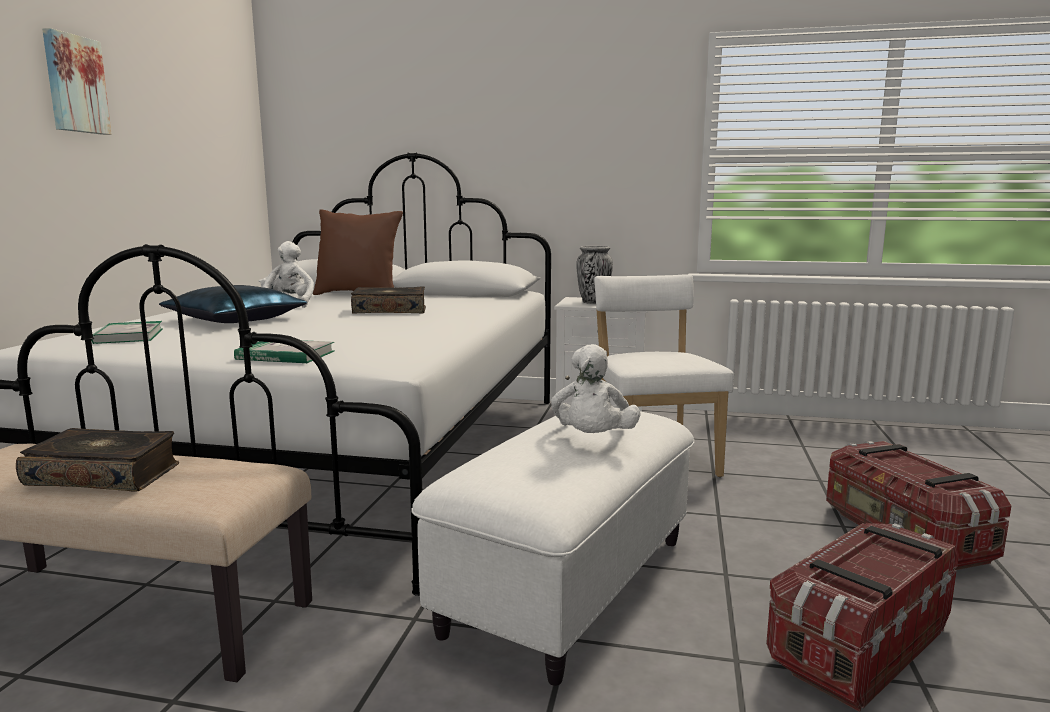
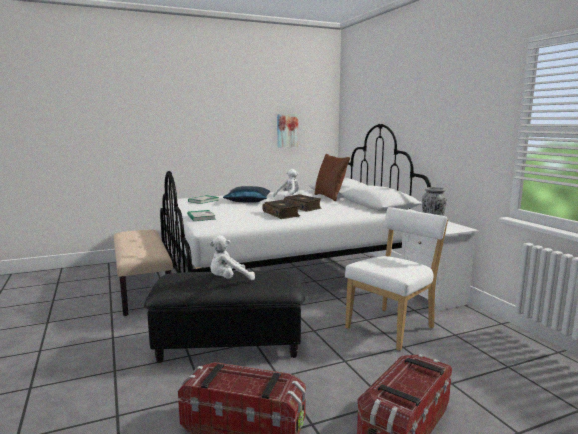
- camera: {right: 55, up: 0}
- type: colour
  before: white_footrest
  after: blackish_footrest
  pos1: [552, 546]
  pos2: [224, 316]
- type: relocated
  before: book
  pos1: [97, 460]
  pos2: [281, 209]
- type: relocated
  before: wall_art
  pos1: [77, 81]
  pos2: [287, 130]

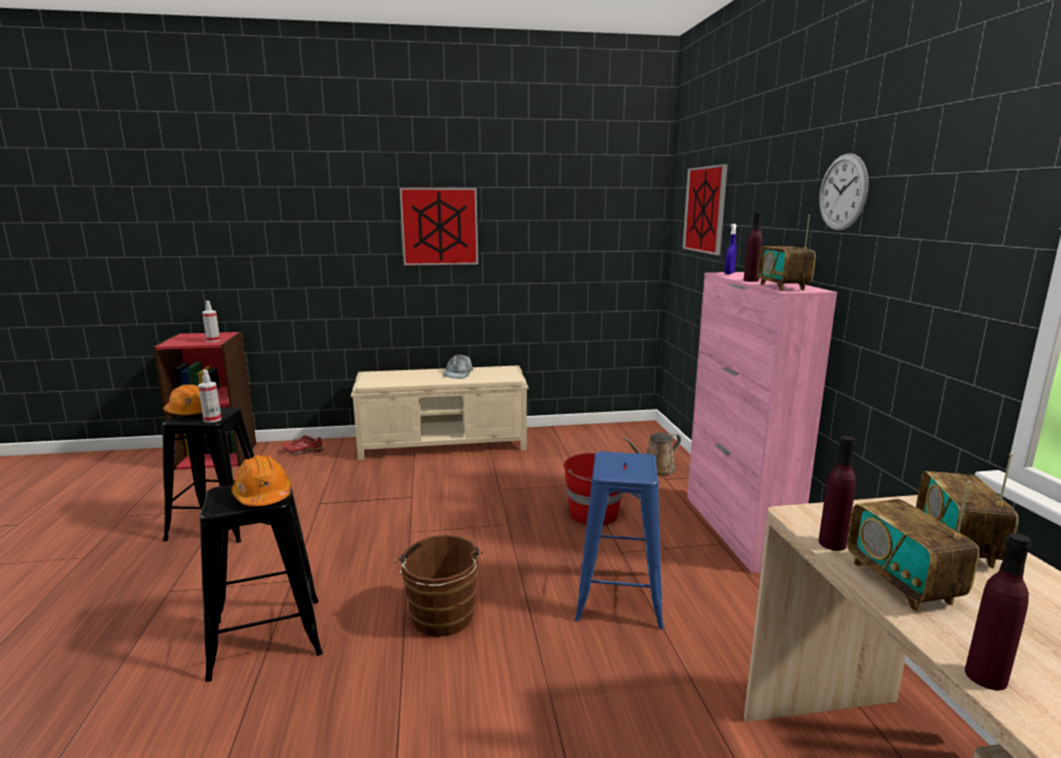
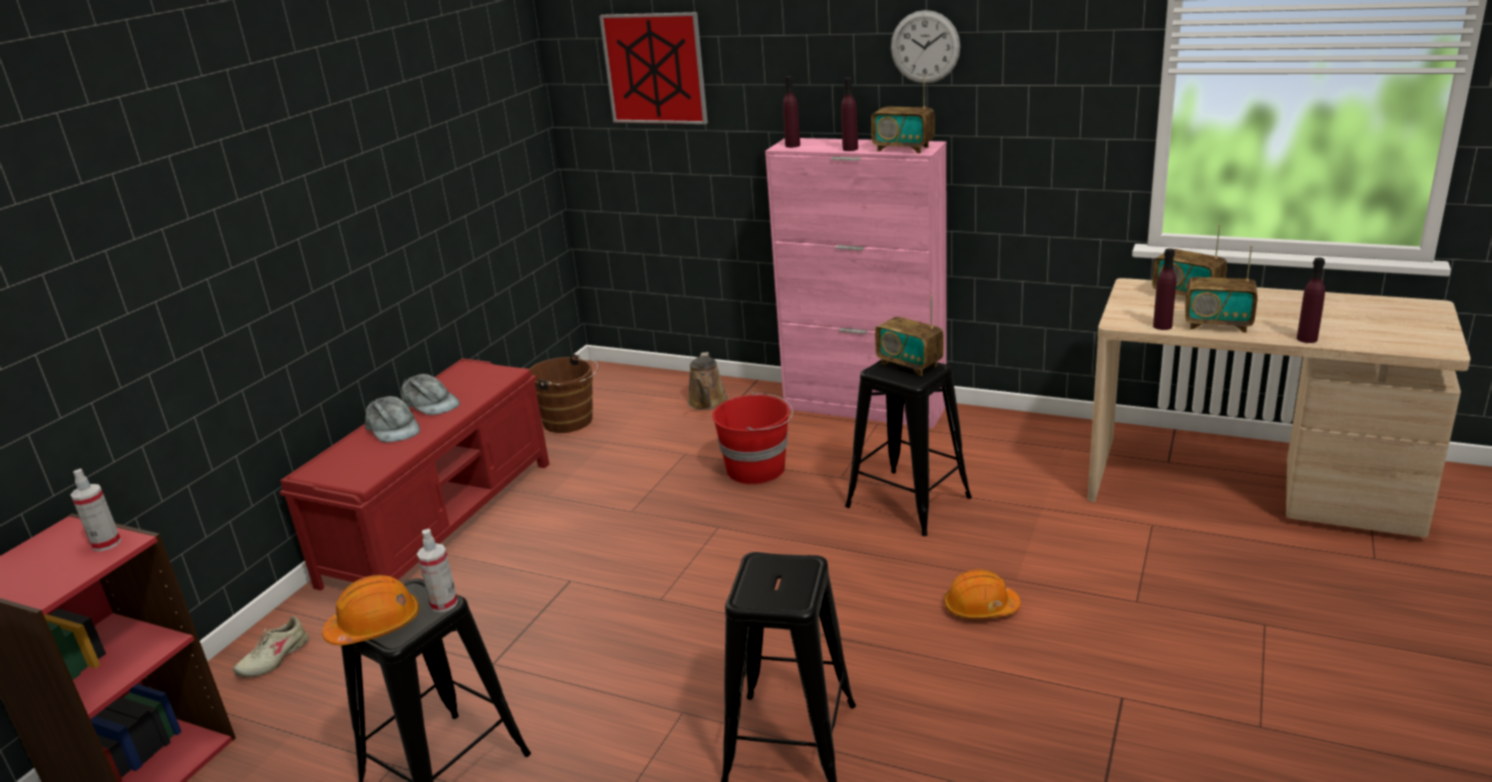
- camera: {right: -55, up: 10}
- type: colour
  before: reddish_low_shoe
  after: sand-coloured_low_shoe
  pos1: [303, 445]
  pos2: [271, 646]
- type: colour
  before: sand-coloured_bench
  after: reddish_bench
  pos1: [439, 412]
  pos2: [414, 474]
- type: appeared
  after: gray_baseball_cap
  pos2: [392, 419]
- type: relocated
  before: brown_pail
  pos1: [438, 586]
  pos2: [564, 393]
- type: exchanged
  before: bluish_hand_sprayer
  after: purplish_beverage_bottle
  pos1: [731, 249]
  pos2: [791, 112]
- type: colour
  before: bluish_stool_seat
  after: blackish_stool_seat
  pos1: [619, 540]
  pos2: [908, 448]
- type: appeared
  after: radio_receiver
  pos2: [909, 335]
- type: relocated
  before: orangey_safety_helmet
  pos1: [261, 480]
  pos2: [982, 594]
- type: missing
  before: wall_art
  pos1: [439, 227]

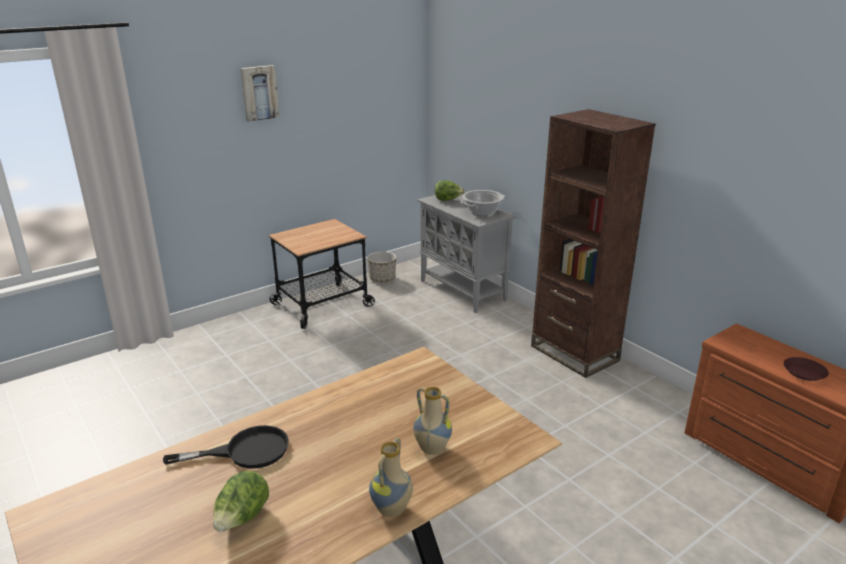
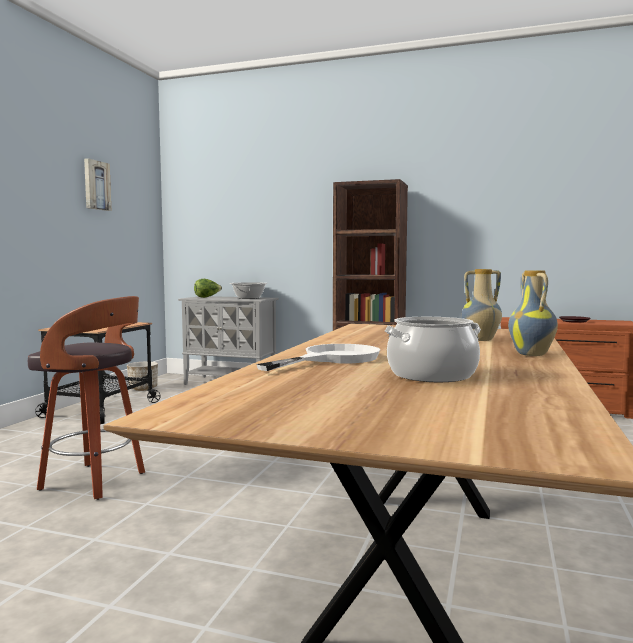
- camera: {right: -35, up: -20}
- type: appeared
  after: stool_seat
  pos2: [86, 398]
- type: relocated
  before: wall_art
  pos1: [259, 93]
  pos2: [97, 184]
- type: colour
  before: blackish_skillet
  after: white_skillet
  pos1: [226, 447]
  pos2: [318, 357]
- type: exchanged
  before: head_of_lettuce
  after: cooking_pot
  pos1: [241, 501]
  pos2: [432, 349]

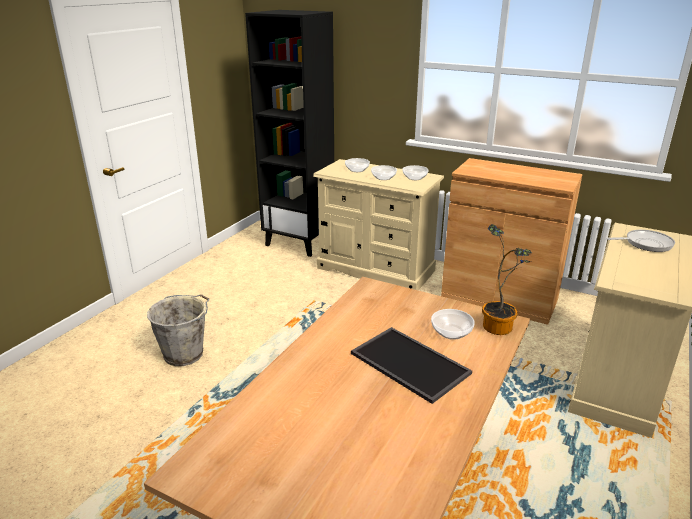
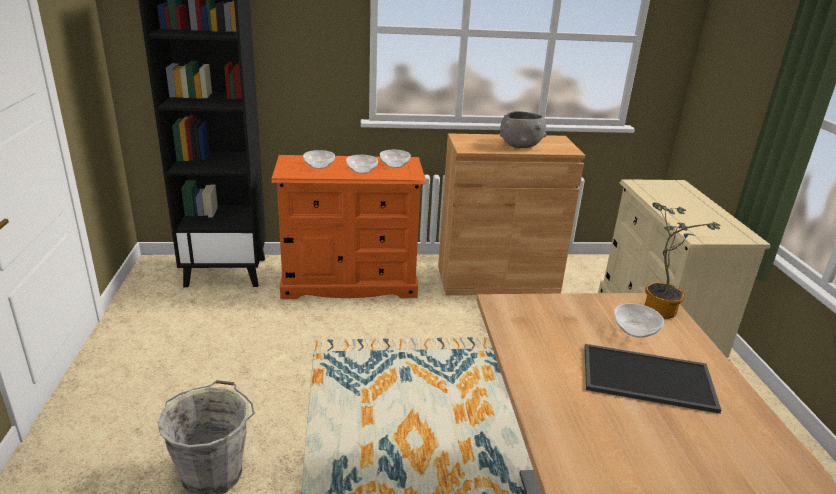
- camera: {right: -35, up: 0}
- type: colour
  before: sand-coloured_drawer_chest
  after: orangey_drawer_chest
  pos1: [378, 225]
  pos2: [348, 227]
- type: appeared
  after: gray_bowl
  pos2: [523, 129]
- type: missing
  before: skillet
  pos1: [640, 241]

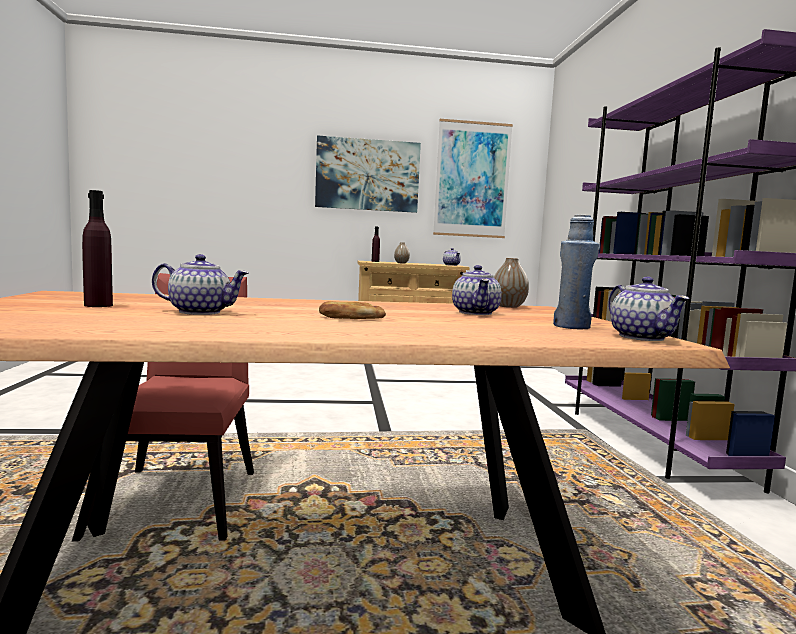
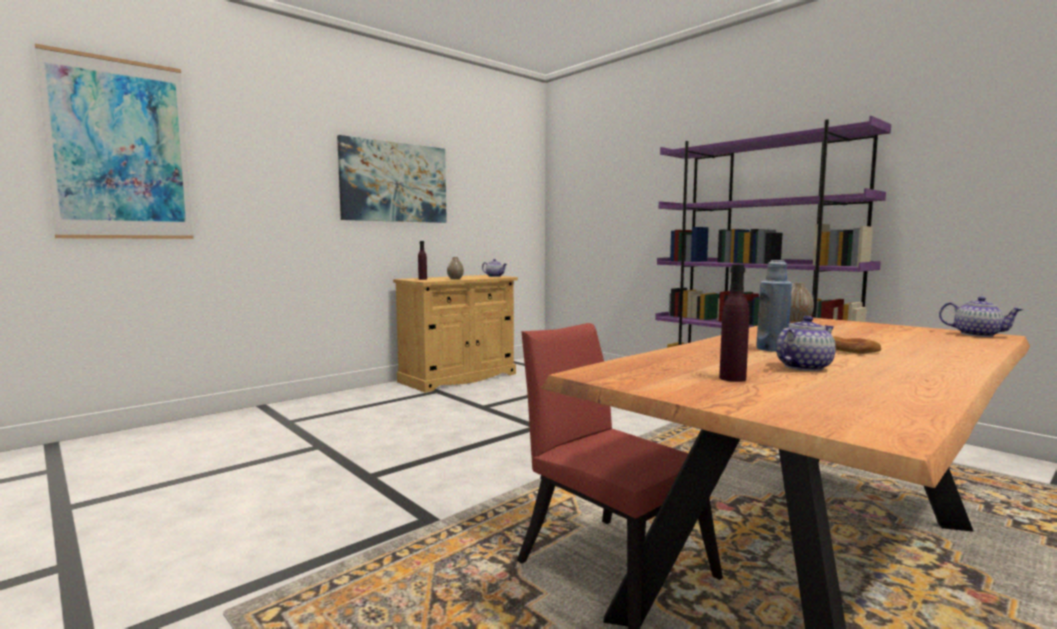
- camera: {right: -35, up: 0}
- type: relocated
  before: wall_art
  pos1: [473, 178]
  pos2: [114, 141]
- type: relocated
  before: bluish_beverage_bottle
  pos1: [576, 272]
  pos2: [774, 306]
- type: missing
  before: tea_pot
  pos1: [477, 290]

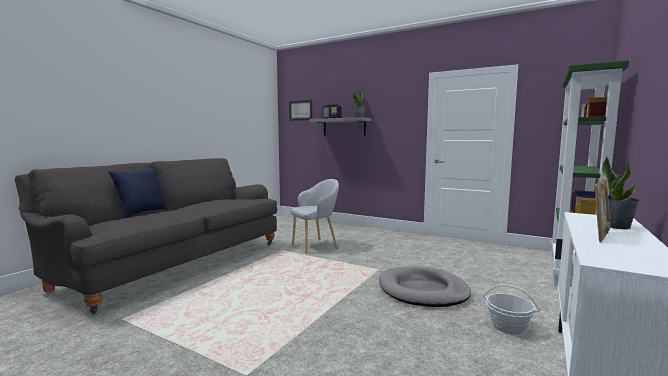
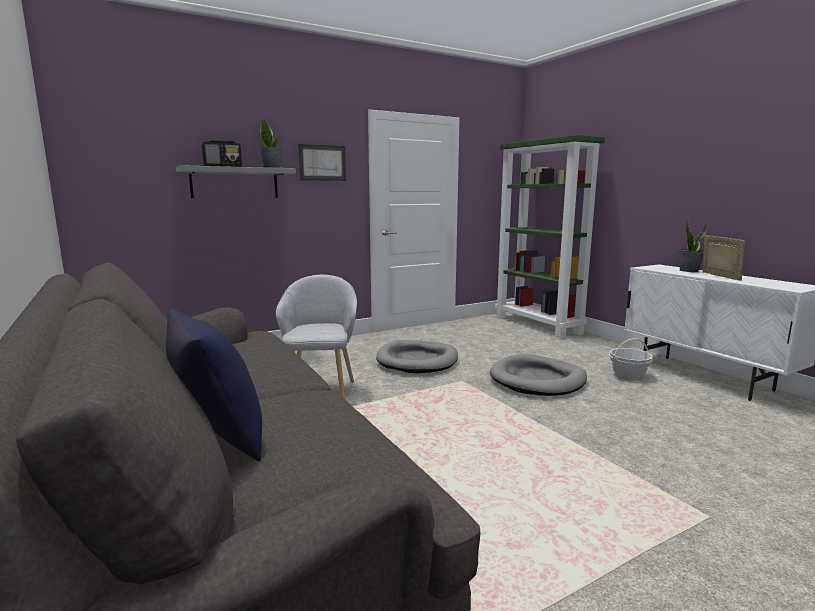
- camera: {right: -60, up: 5}
- type: relocated
  before: wall_art
  pos1: [300, 110]
  pos2: [322, 162]
- type: appeared
  after: gray_pet_bed
  pos2: [417, 356]

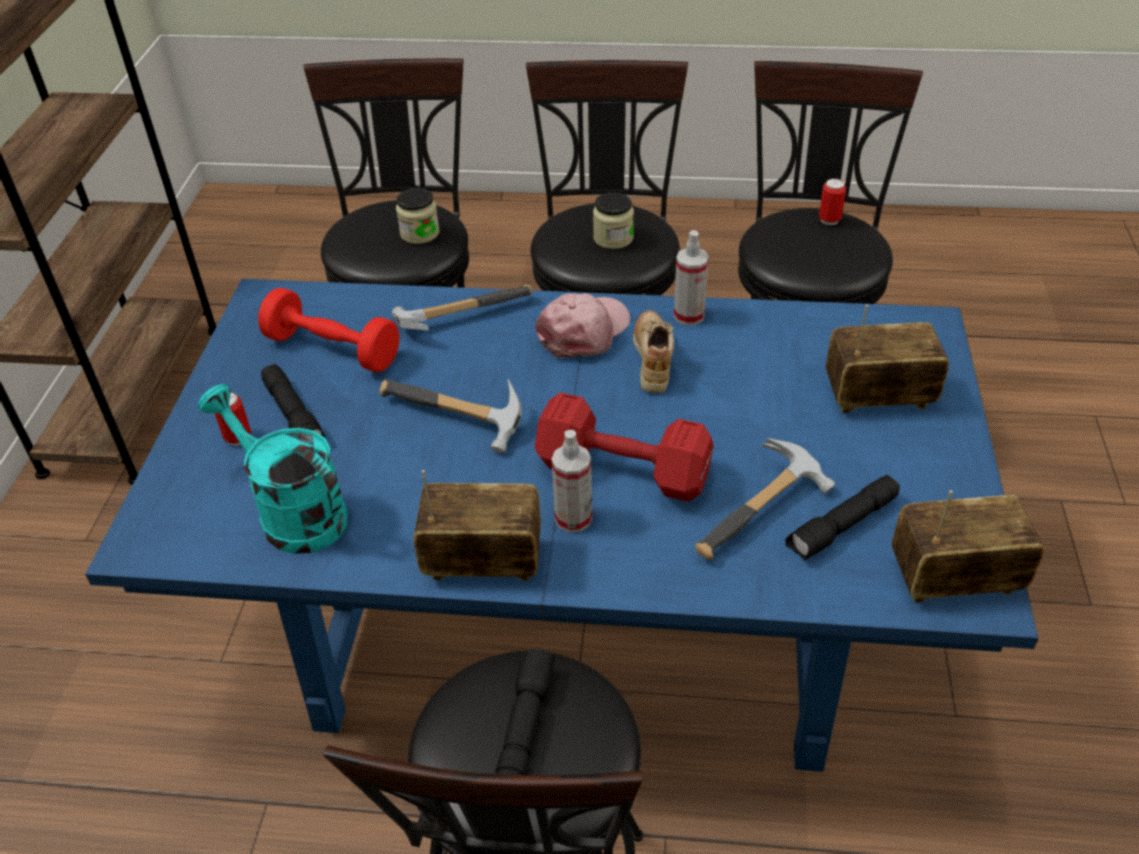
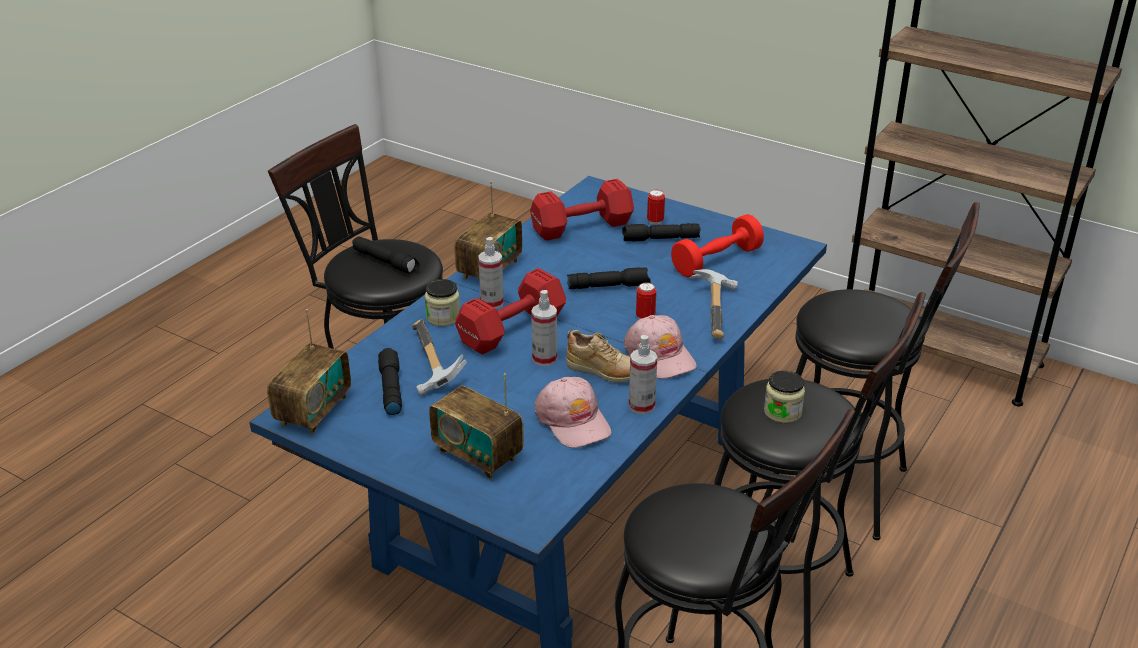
- camera: {right: 115, up: -10}
- type: relocated
  before: storage_jar
  pos1: [417, 216]
  pos2: [442, 302]
- type: spun
  before: radio_receiver
  pos1: [887, 359]
  pos2: [476, 426]
  turn: 105
- type: exchanged
  before: turquoise_sprinkling_can
  after: reddish_dumbbell
  pos1: [273, 469]
  pos2: [582, 210]
- type: appeared
  after: hand_sprayer
  pos2: [544, 328]
- type: appeared
  after: pink_baseball_cap
  pos2: [572, 412]
- type: exchanged
  before: tool_hammer
  after: blackish_flashlight
  pos1: [451, 416]
  pos2: [609, 278]
- type: relocated
  before: sealed_can
  pos1: [832, 201]
  pos2: [646, 300]

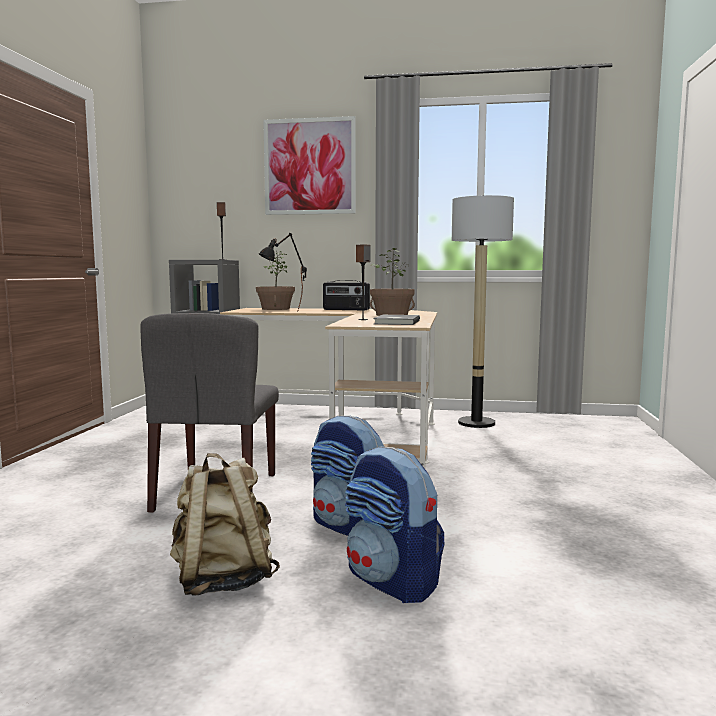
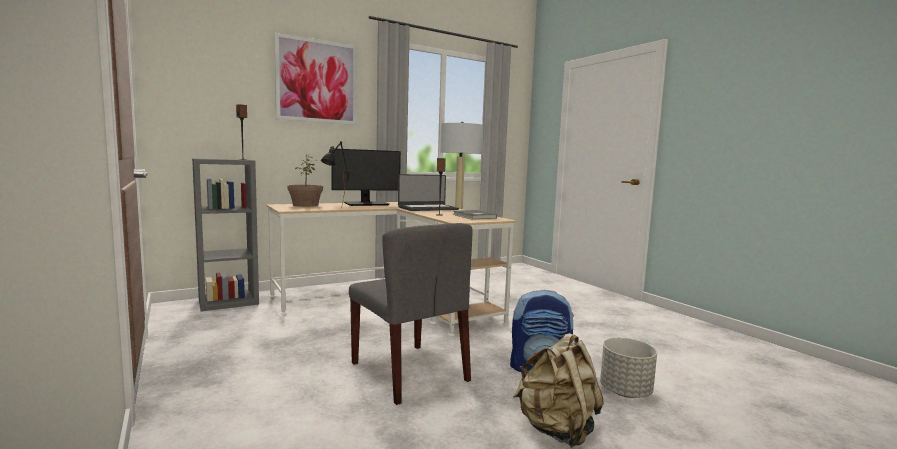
- camera: {right: -40, up: 0}
- type: exchanged
  before: radio_receiver
  after: computer_display
  pos1: [346, 295]
  pos2: [366, 177]
- type: exchanged
  before: houseplant
  after: portable_computer
  pos1: [392, 282]
  pos2: [428, 192]
- type: exchanged
  before: backpack
  after: gray_flower_pot
  pos1: [394, 525]
  pos2: [628, 368]

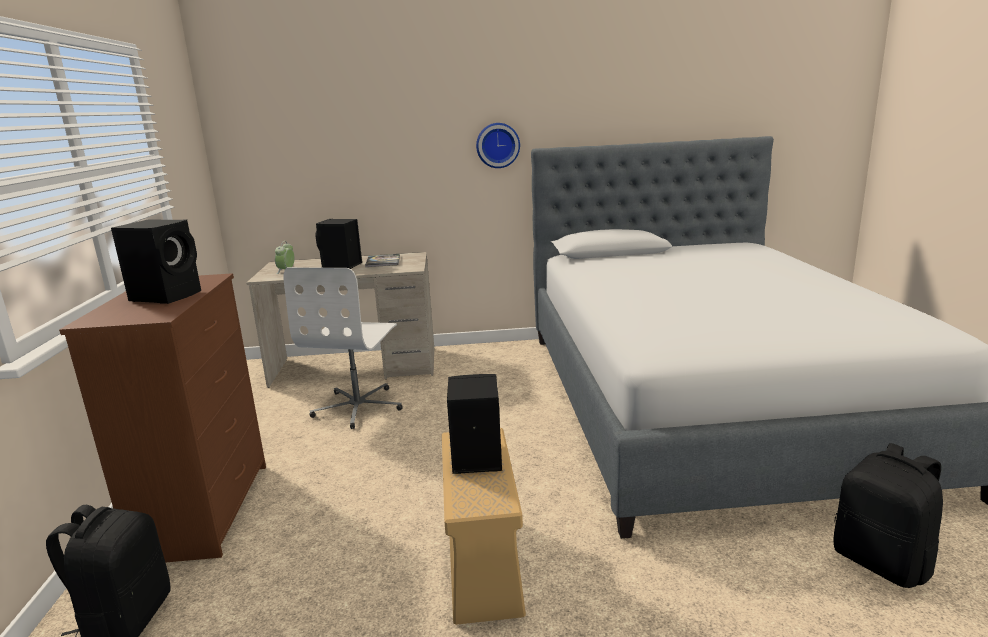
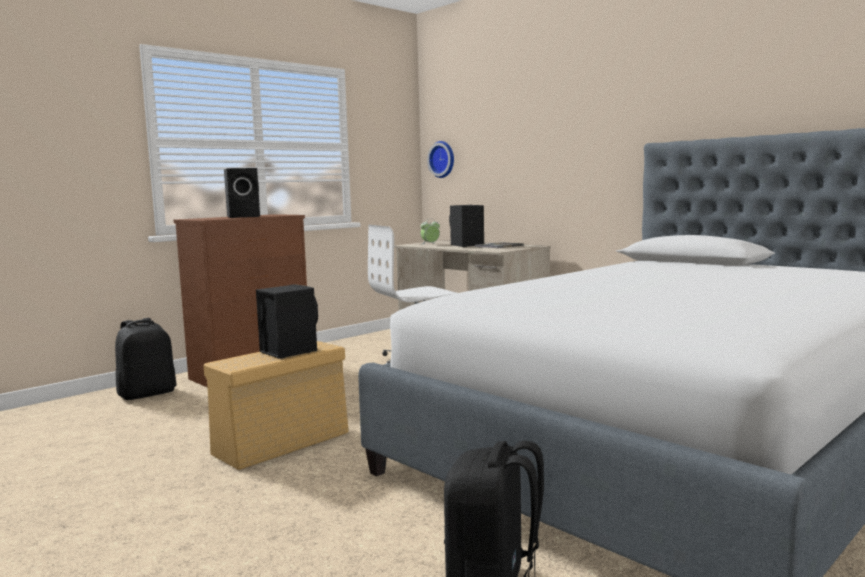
- camera: {right: 50, up: -10}
- type: relocated
  before: wall_clock
  pos1: [498, 145]
  pos2: [440, 159]

